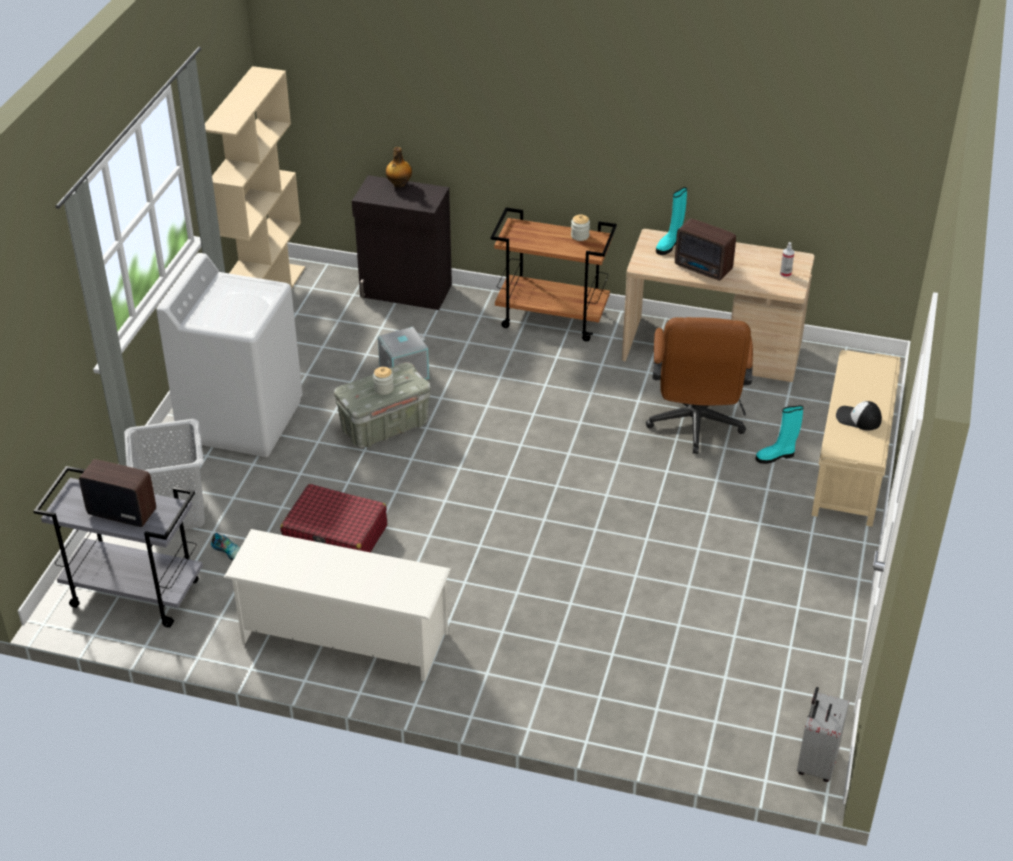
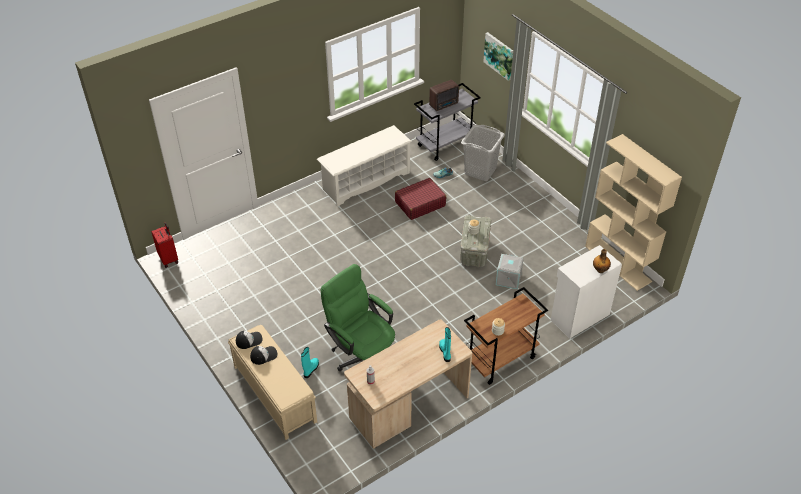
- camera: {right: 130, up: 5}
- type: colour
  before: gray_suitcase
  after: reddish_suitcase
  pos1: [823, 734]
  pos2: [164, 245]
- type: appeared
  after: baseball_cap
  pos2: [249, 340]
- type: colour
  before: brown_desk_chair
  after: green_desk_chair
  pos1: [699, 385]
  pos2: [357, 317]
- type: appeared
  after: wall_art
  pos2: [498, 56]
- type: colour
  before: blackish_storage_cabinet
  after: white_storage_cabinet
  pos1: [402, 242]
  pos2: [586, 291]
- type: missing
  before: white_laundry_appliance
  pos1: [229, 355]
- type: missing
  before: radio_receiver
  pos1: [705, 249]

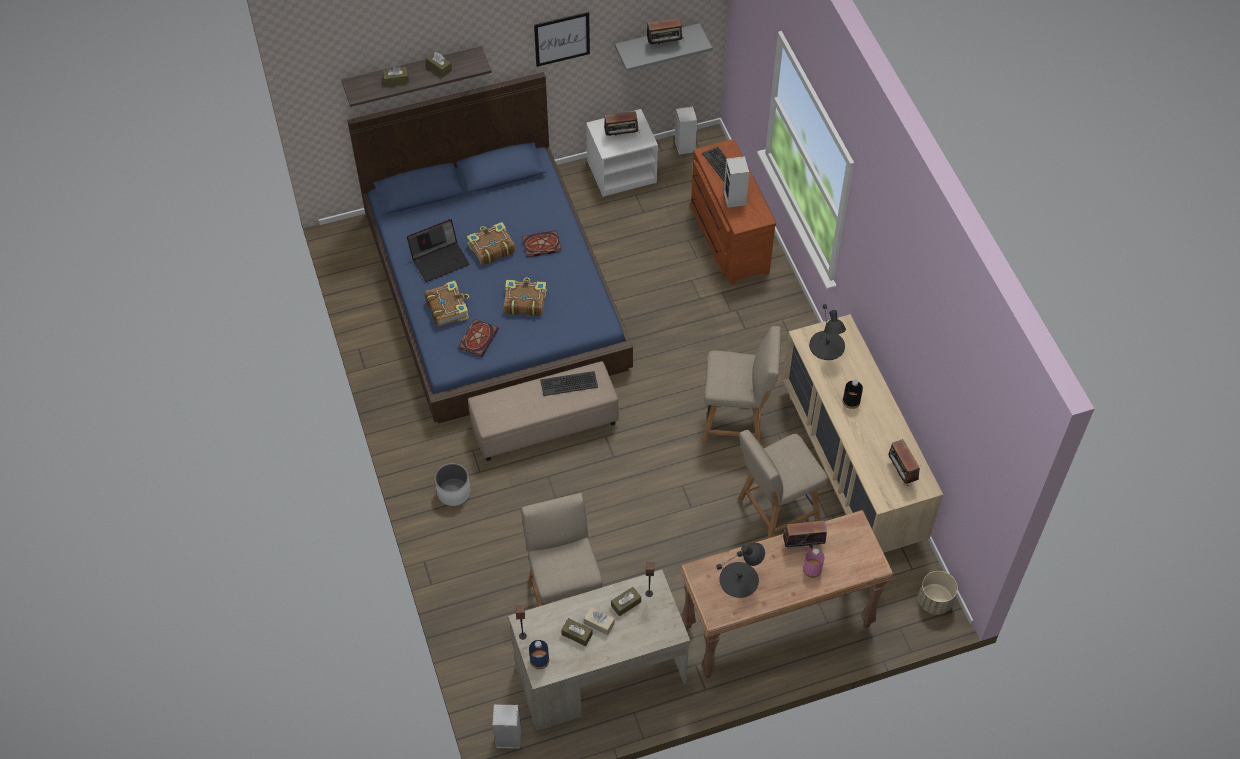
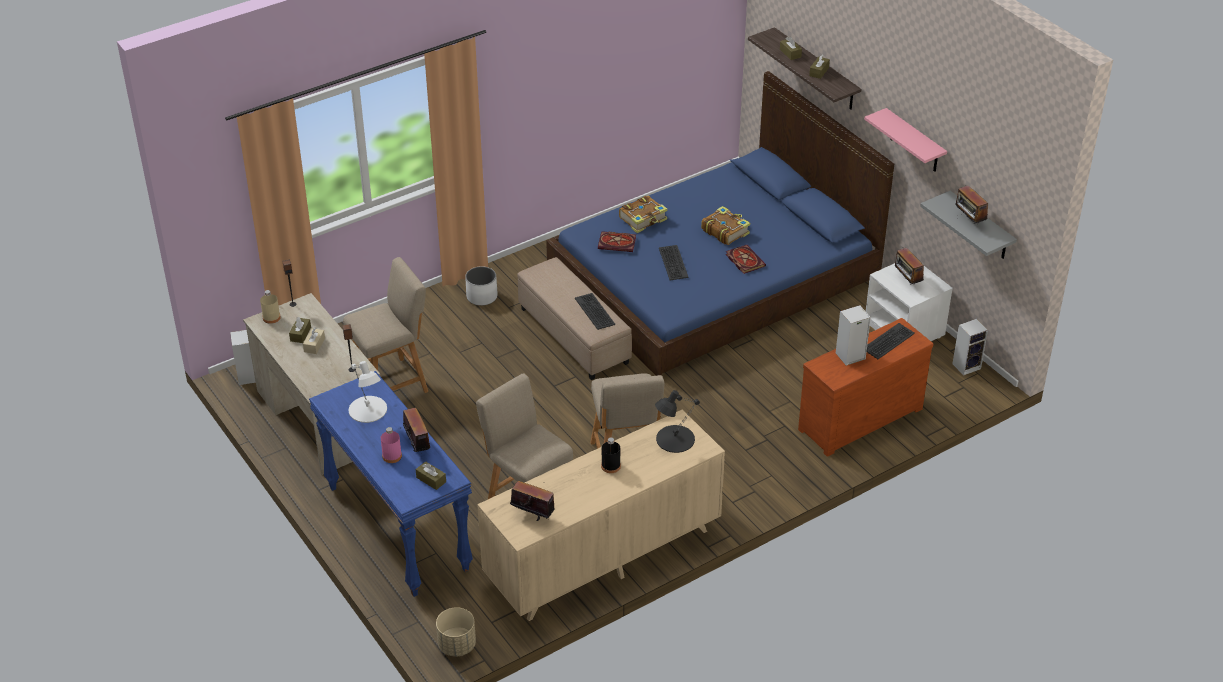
- camera: {right: 75, up: -15}
- type: colour
  before: bluish_beverage_bottle
  after: sand-coloured_beverage_bottle
  pos1: [539, 654]
  pos2: [270, 307]
- type: colour
  before: brown_hall_table
  after: bluish_hall_table
  pos1: [787, 594]
  pos2: [391, 484]
- type: colour
  before: blackish_tabletop_lamp
  after: white_tabletop_lamp
  pos1: [740, 570]
  pos2: [368, 392]
- type: relocated
  before: brown_tissue_holder
  pos1: [626, 601]
  pos2: [431, 475]
- type: spun
  before: radio_receiver
  pos1: [904, 462]
  pos2: [532, 501]
  turn: 60
- type: exchanged
  before: book
  after: computer_keyboard
  pos1: [525, 297]
  pos2: [674, 262]
- type: exchanged
  before: wall_art
  after: pink_shelf
  pos1: [562, 39]
  pos2: [905, 140]
- type: missing
  before: portable_computer
  pos1: [438, 250]

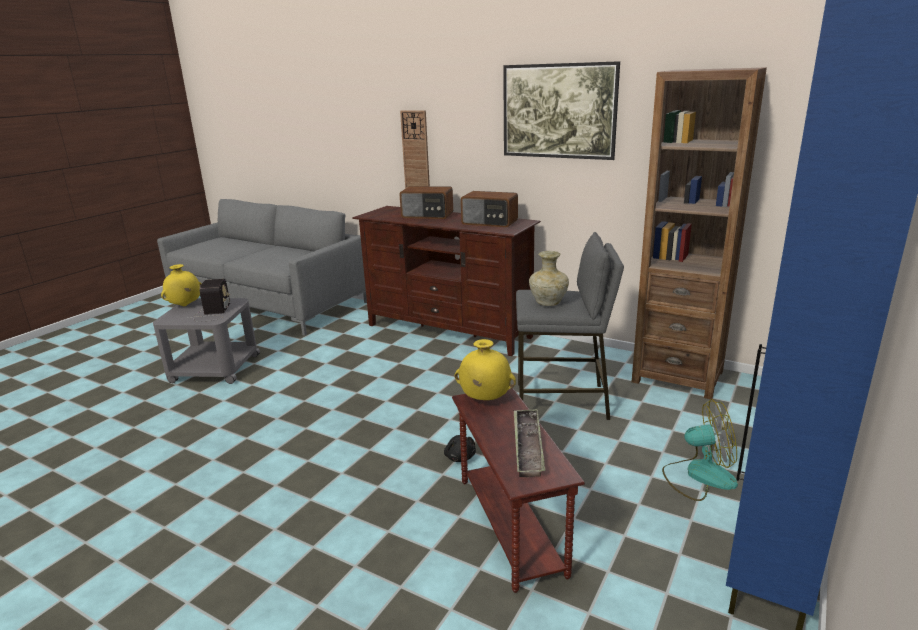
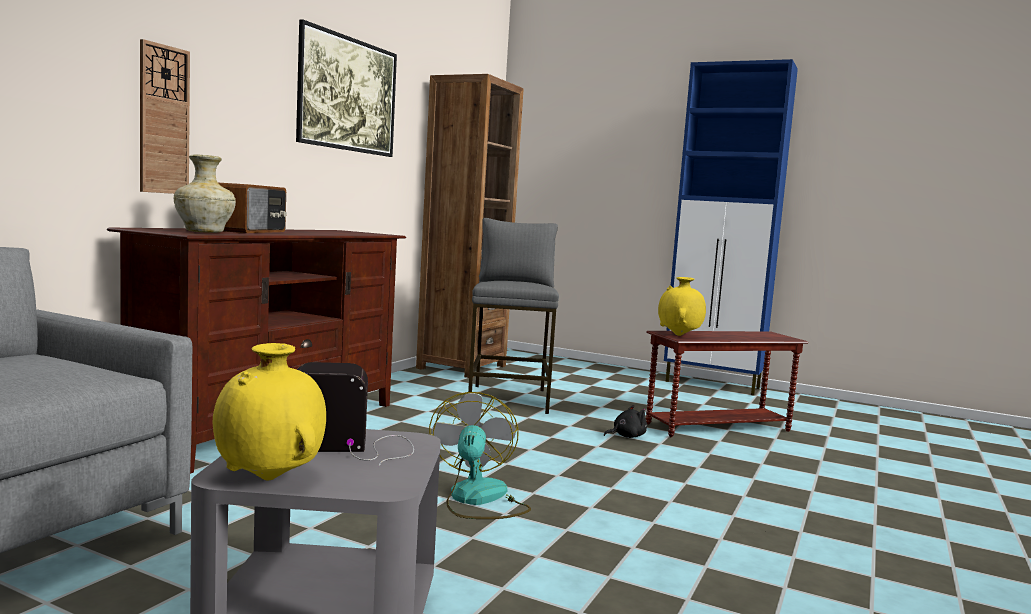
- camera: {right: -95, up: -15}
- type: relocated
  before: sand-coloured_decorative_vase
  pos1: [549, 278]
  pos2: [205, 193]
- type: relocated
  before: cooling_fan
  pos1: [700, 450]
  pos2: [480, 455]
- type: missing
  before: radio_receiver
  pos1: [489, 209]
- type: missing
  before: tray
  pos1: [530, 443]

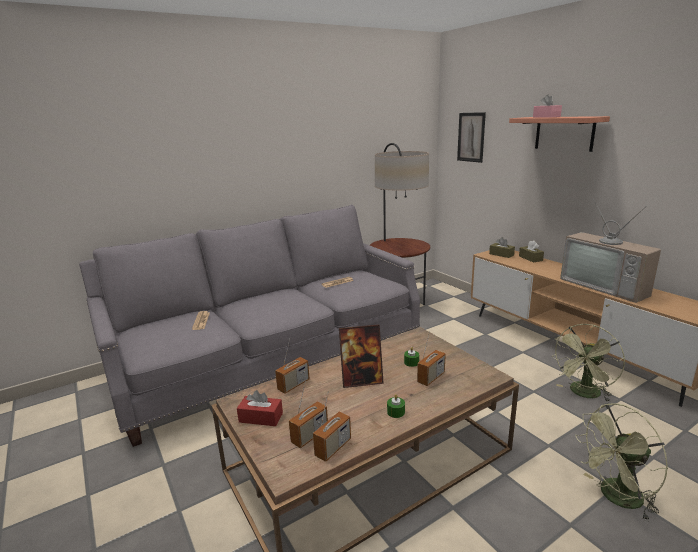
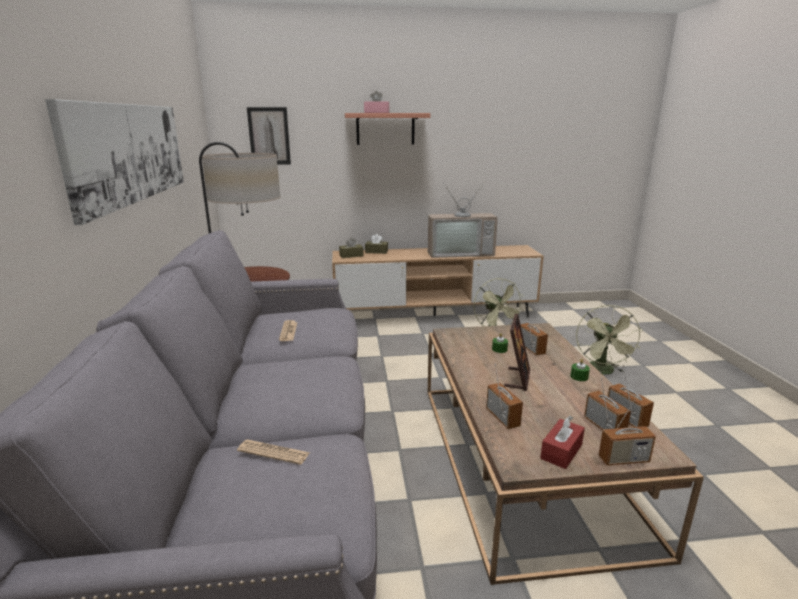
- camera: {right: -65, up: 0}
- type: appeared
  after: wall_art
  pos2: [114, 162]
- type: appeared
  after: radio_receiver
  pos2: [627, 430]

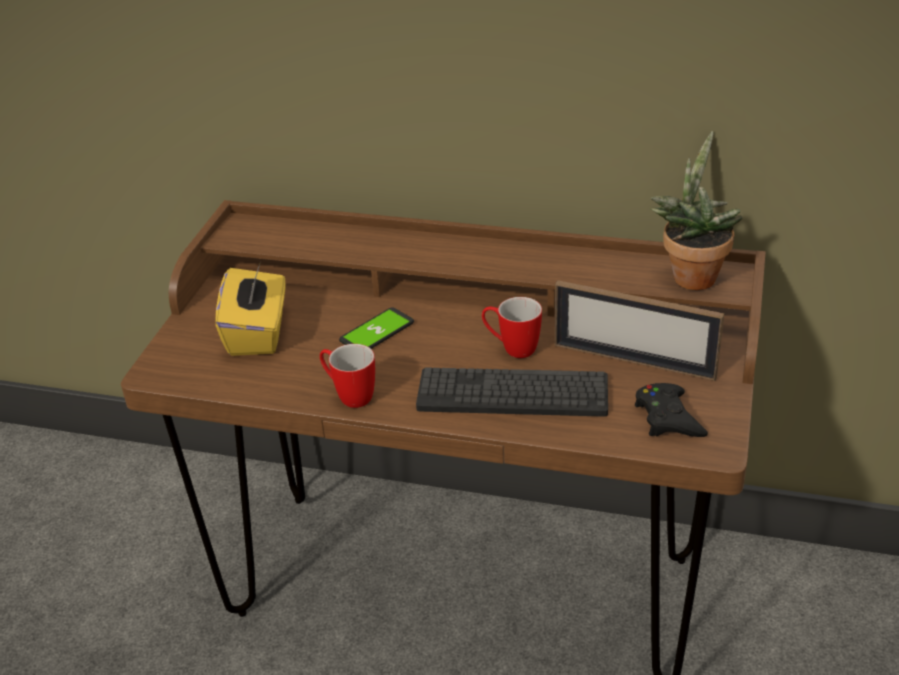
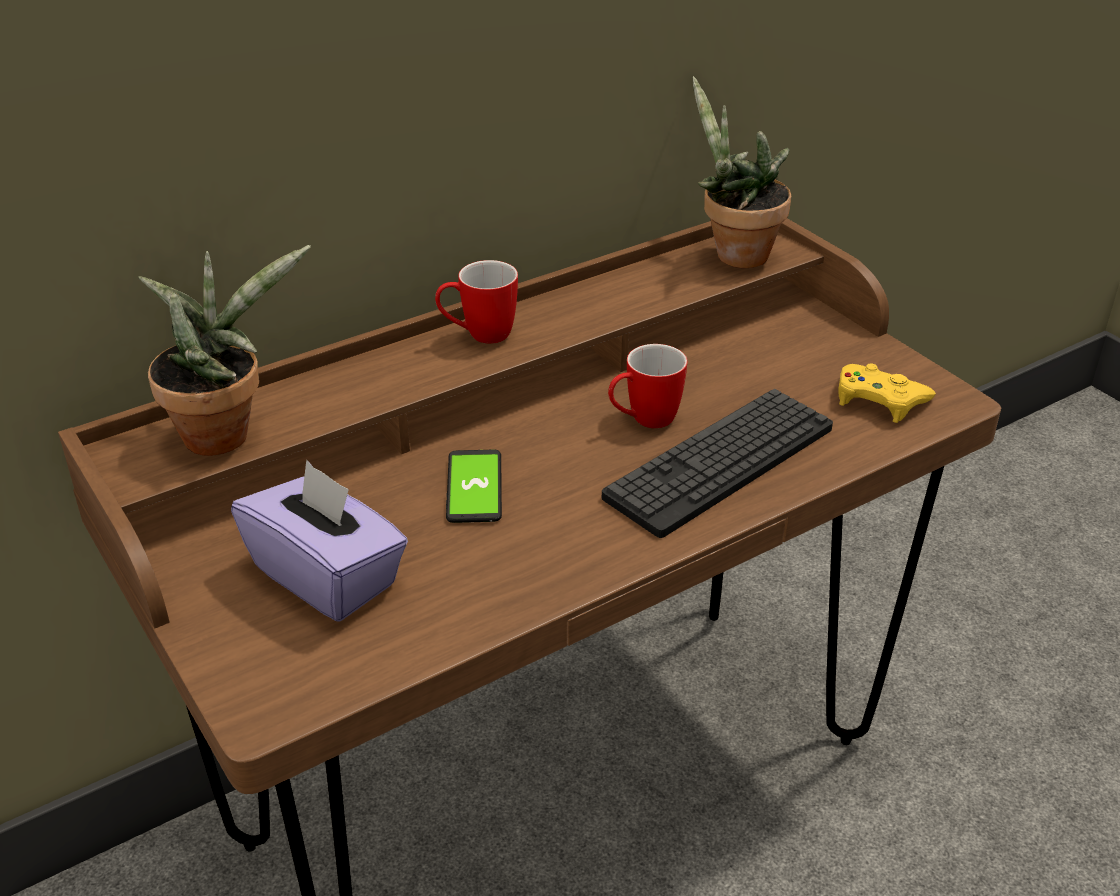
- camera: {right: -50, up: 0}
- type: appeared
  after: houseplant
  pos2: [224, 350]
- type: colour
  before: yellow_tissue_holder
  after: purplish_tissue_holder
  pos1: [251, 309]
  pos2: [319, 540]
- type: relocated
  before: coffee_mug
  pos1: [347, 376]
  pos2: [476, 302]
- type: colour
  before: blackish_gamepad
  after: yellow_gamepad
  pos1: [671, 410]
  pos2: [887, 393]
- type: missing
  before: photo_frame
  pos1: [639, 330]

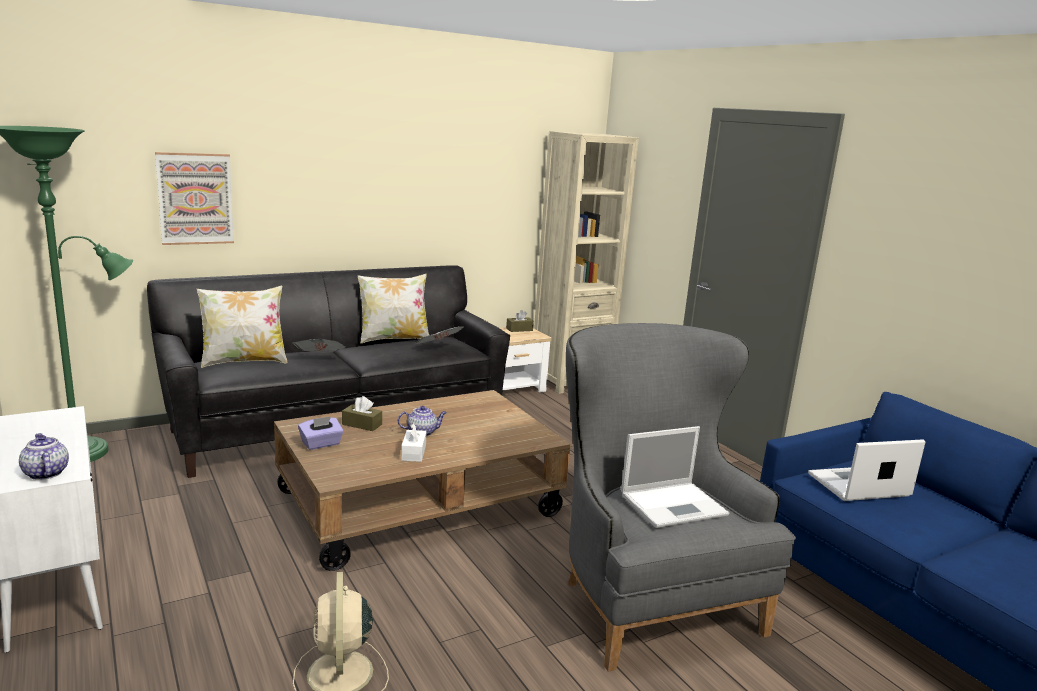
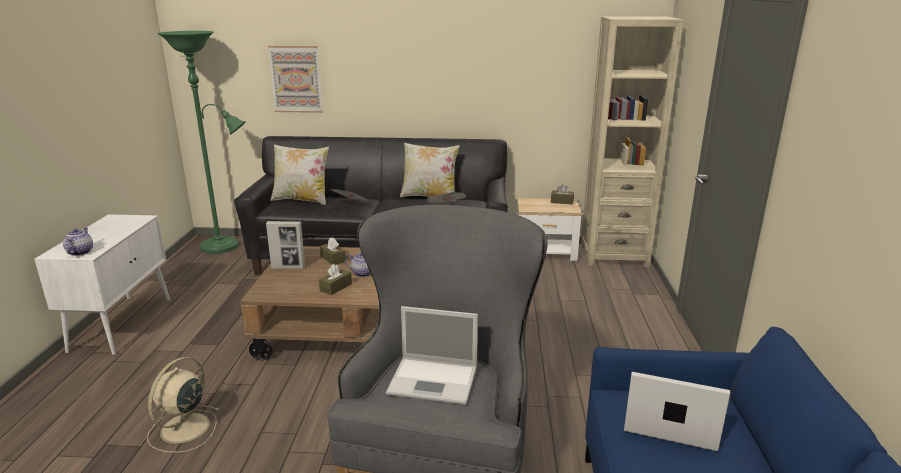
- camera: {right: 35, up: 5}
- type: exchanged
  before: purplish_tissue_holder
  after: photo_frame
  pos1: [321, 433]
  pos2: [285, 245]
- type: colour
  before: white_tissue_holder
  after: brown_tissue_holder
  pos1: [413, 442]
  pos2: [335, 279]

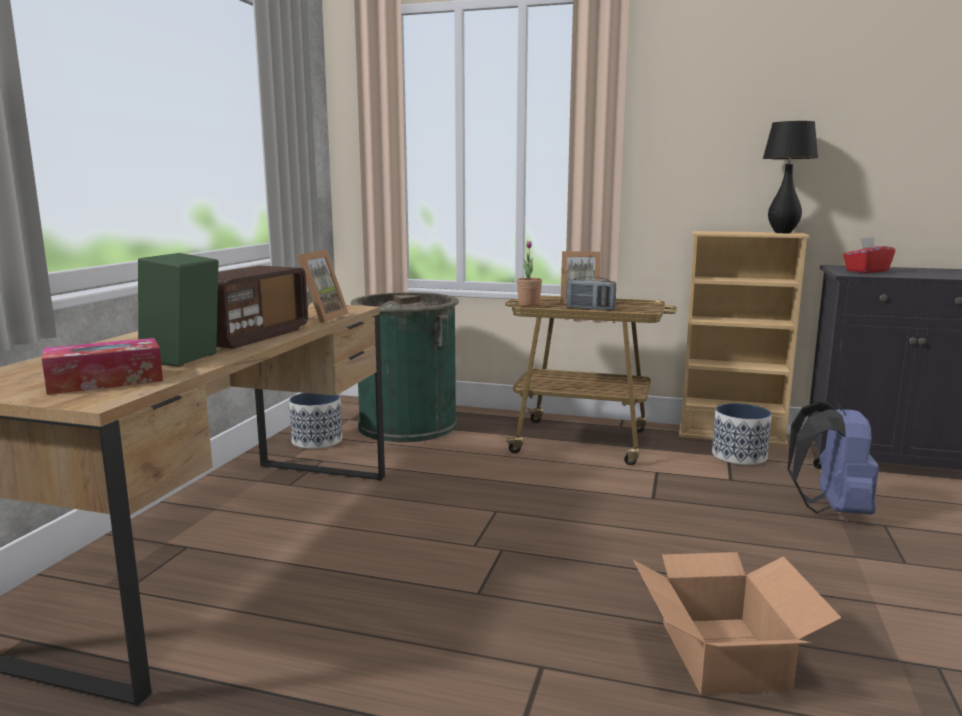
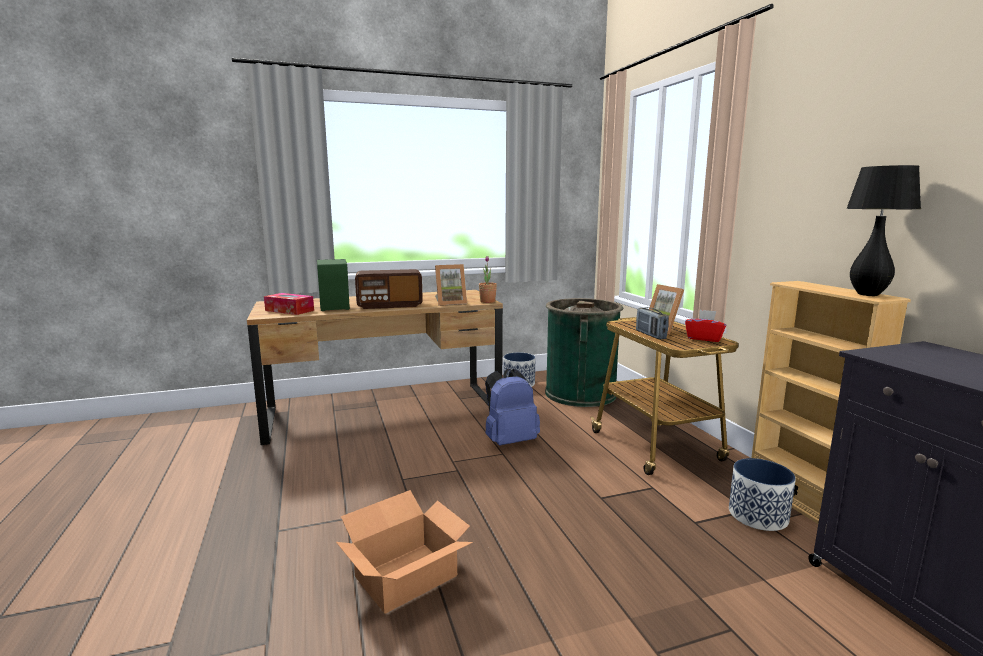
- camera: {right: 55, up: 0}
- type: relocated
  before: houseplant
  pos1: [529, 273]
  pos2: [488, 279]
- type: relocated
  before: bluish_backpack
  pos1: [833, 458]
  pos2: [512, 407]
- type: relocated
  before: reddish_tissue_holder
  pos1: [869, 255]
  pos2: [706, 326]

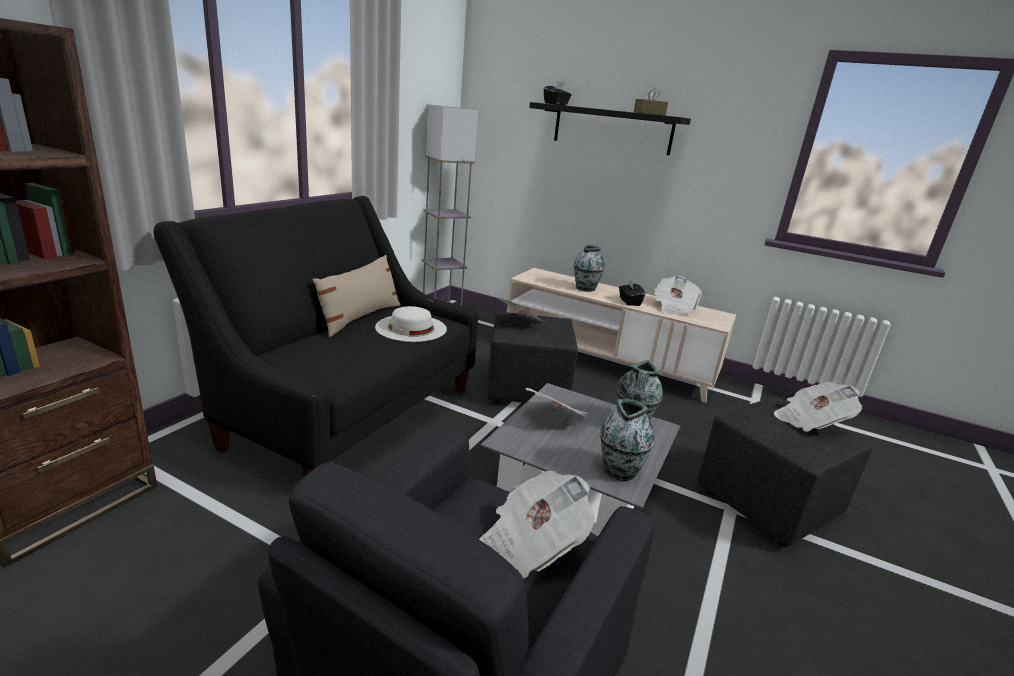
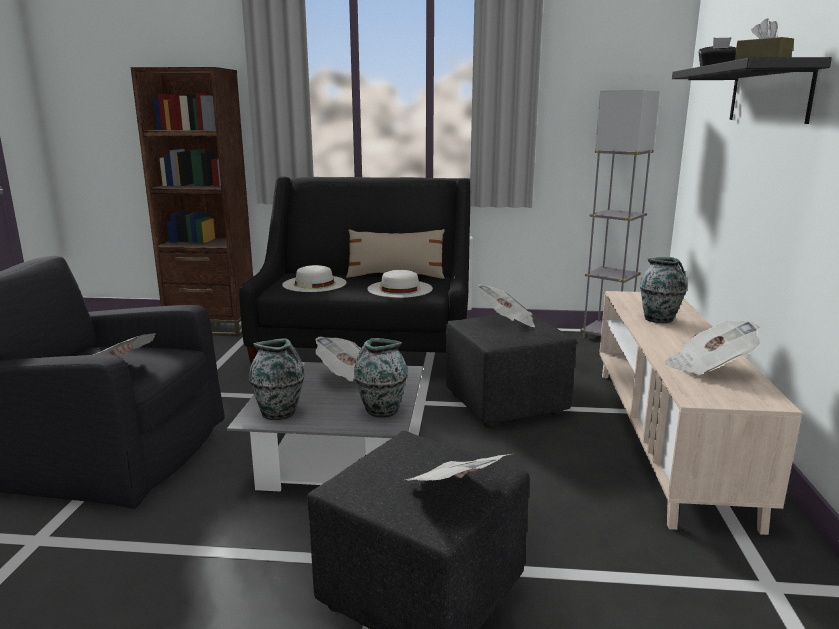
- camera: {right: 70, up: -5}
- type: appeared
  after: white_wearable_hat
  pos2: [314, 278]
- type: missing
  before: blackish_tissue_holder
  pos1: [632, 292]

